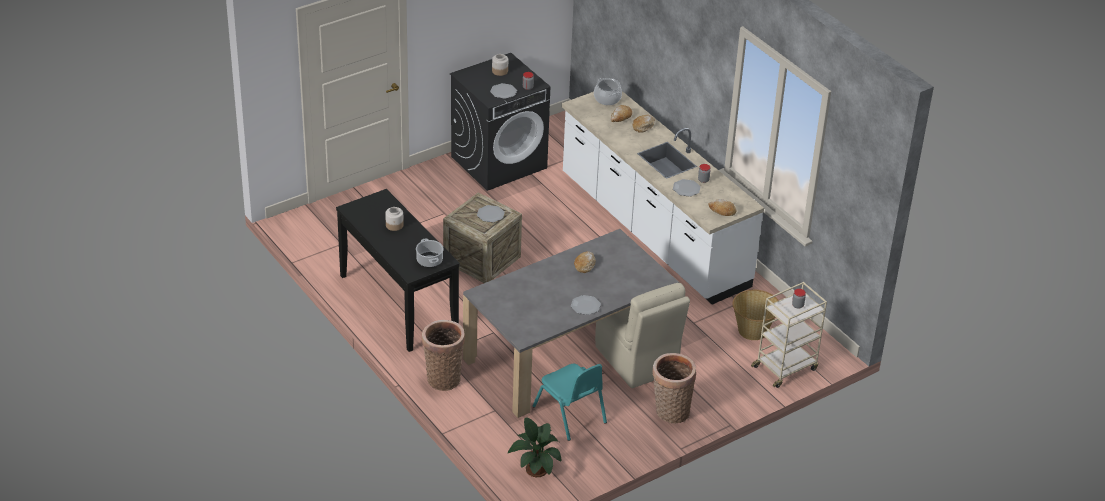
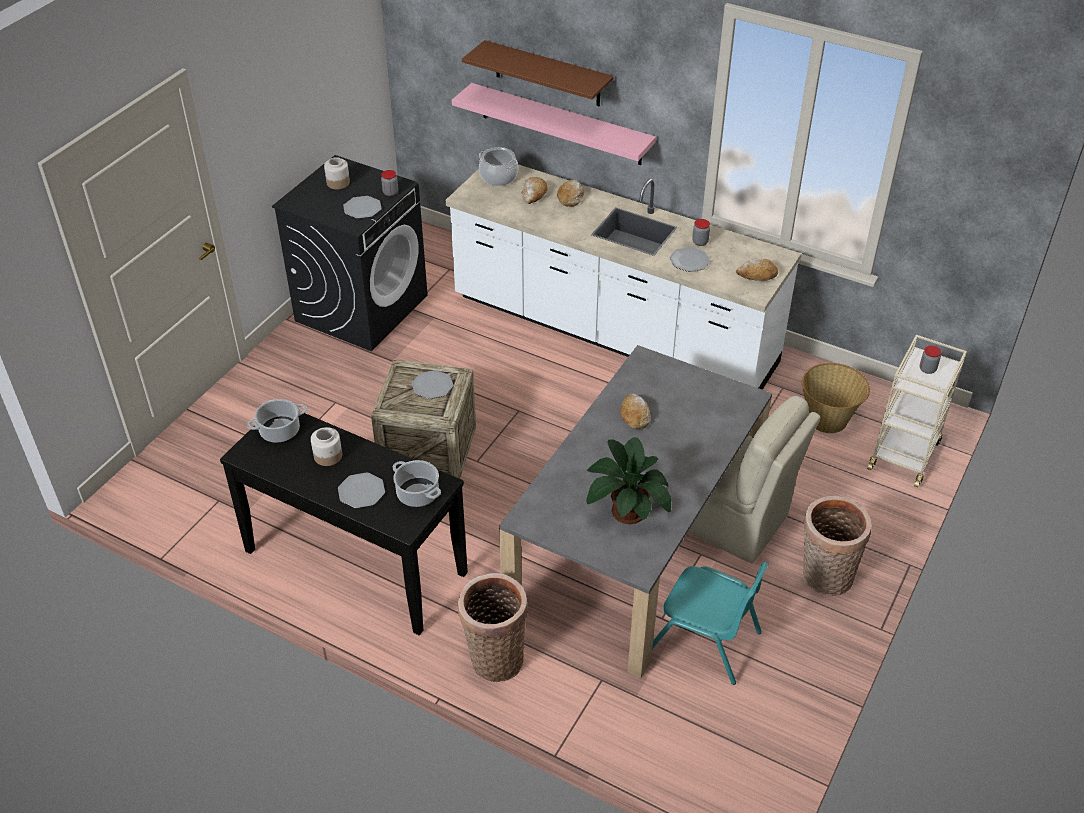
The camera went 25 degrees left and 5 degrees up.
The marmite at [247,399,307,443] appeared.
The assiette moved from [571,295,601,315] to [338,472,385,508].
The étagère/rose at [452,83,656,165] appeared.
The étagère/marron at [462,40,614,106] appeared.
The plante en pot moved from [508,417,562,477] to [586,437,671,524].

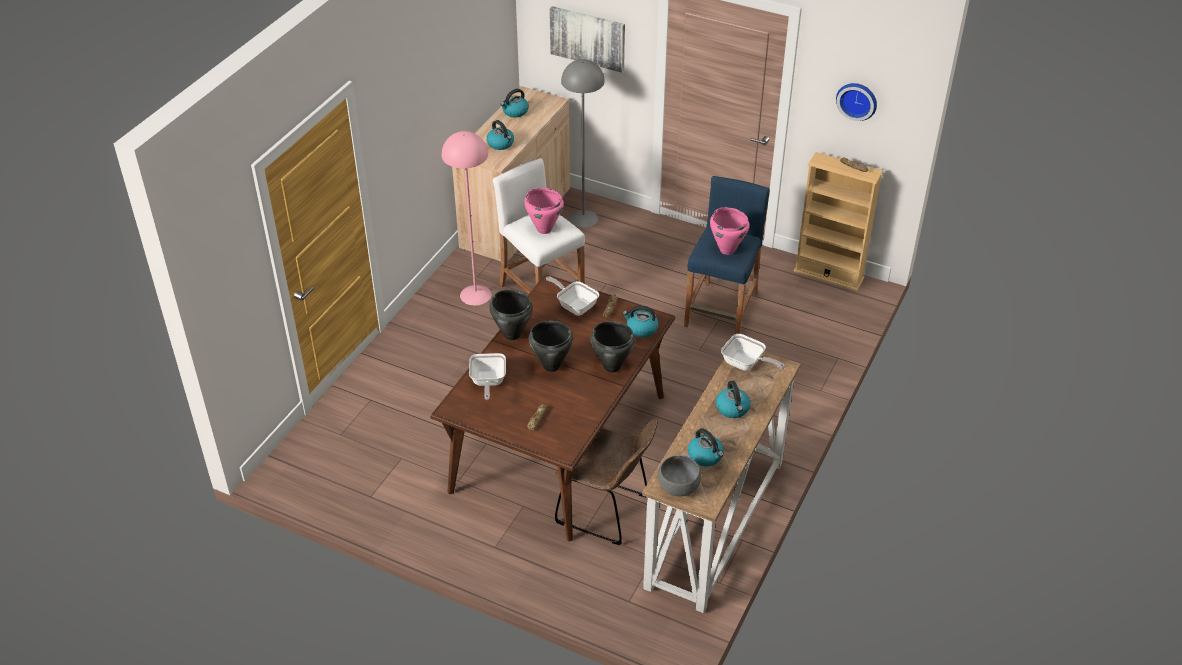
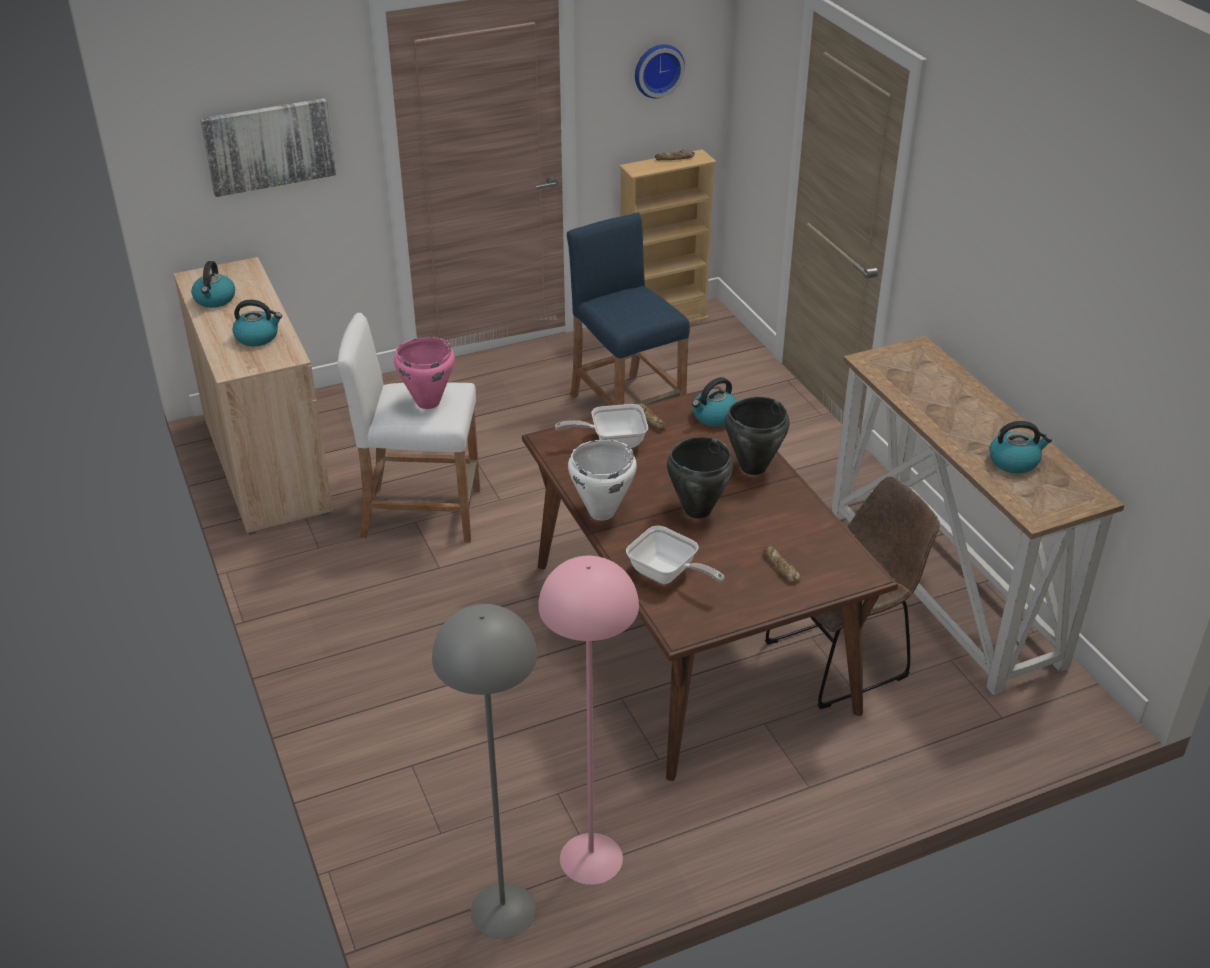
The camera went 50 degrees left and 5 degrees down.
The lampadaire/gris moved from [561,59,605,228] to [432,604,537,939].
The lampadaire/rose moved from [442,131,492,306] to [538,556,639,885].
The marmite/noir at [489,290,533,340] became the marmite/blanc at [568,439,637,520].
The bol/gris at [658,455,701,496] disappeared.
The marmite/rose at [710,207,750,255] disappeared.
The bouilloire at [716,381,751,418] disappeared.
The poêle at [721,334,785,371] disappeared.

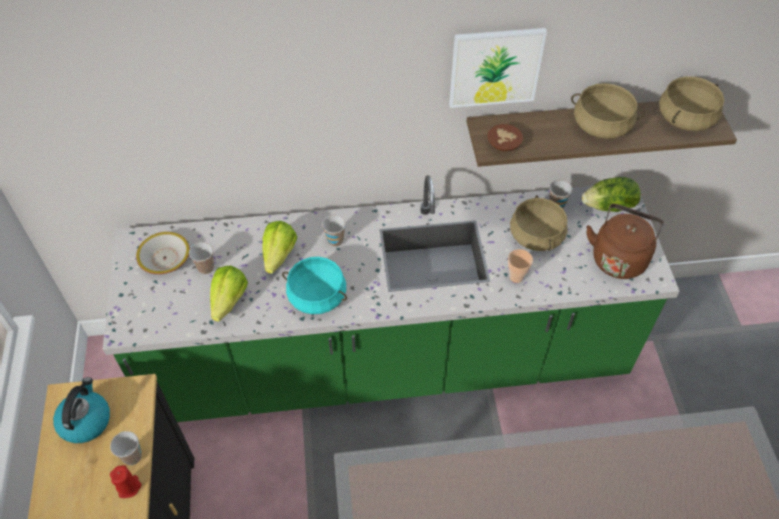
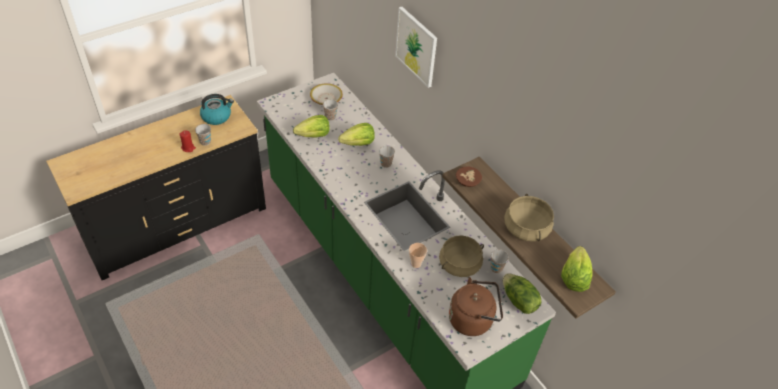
The camera went 60 degrees right and 5 degrees down.
The tableau moved from [449,28,547,108] to [395,7,437,88].
The marmite/beige at [659,76,725,131] was replaced by the laitue at [561,246,593,292].
The marmite/turquoise at [282,257,347,314] disappeared.

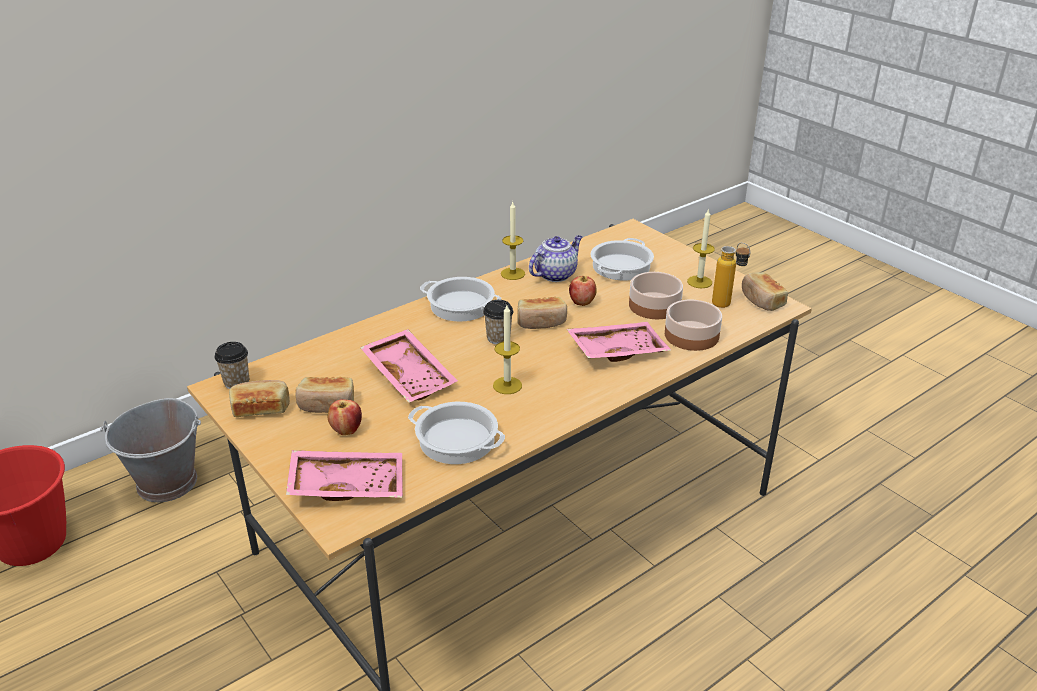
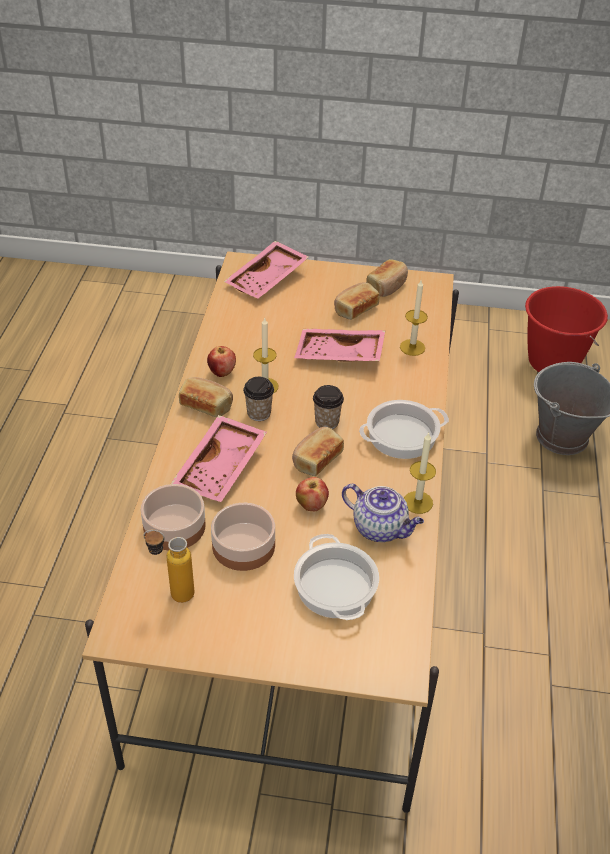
The camera went 135 degrees right and 10 degrees up.
The pain moved from [742,272,788,311] to [179,377,233,418].
The pomme moved from [328,399,362,435] to [207,346,236,377].
The tasse moved from [215,342,249,389] to [243,377,274,421].
The théière at [529,235,582,282] turned 60 degrees counterclockwise.
The bougie moved from [687,209,715,288] to [400,280,428,356].
The marmite at [408,402,505,464] disappeared.

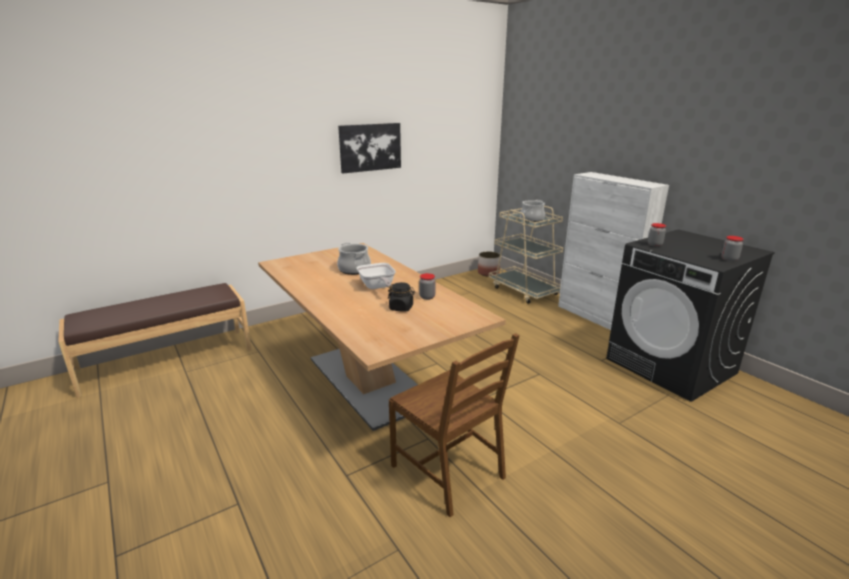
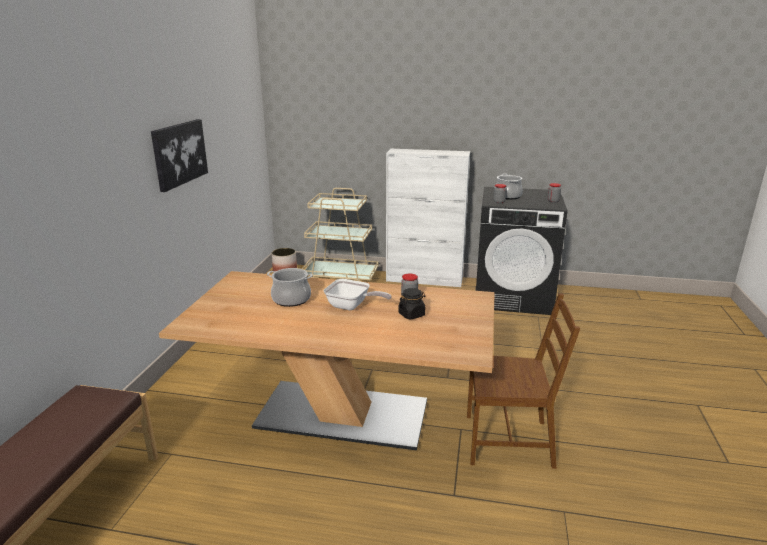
The camera went 45 degrees left and 0 degrees up.
The marmite moved from [520,200,545,222] to [497,174,523,200].

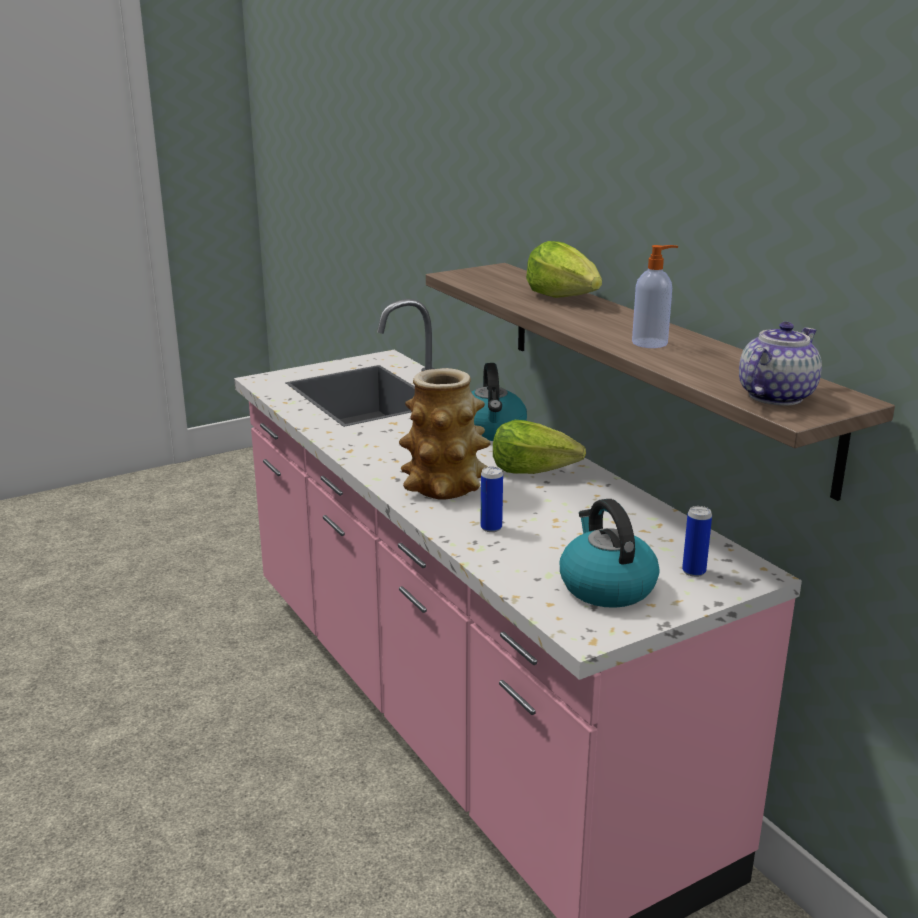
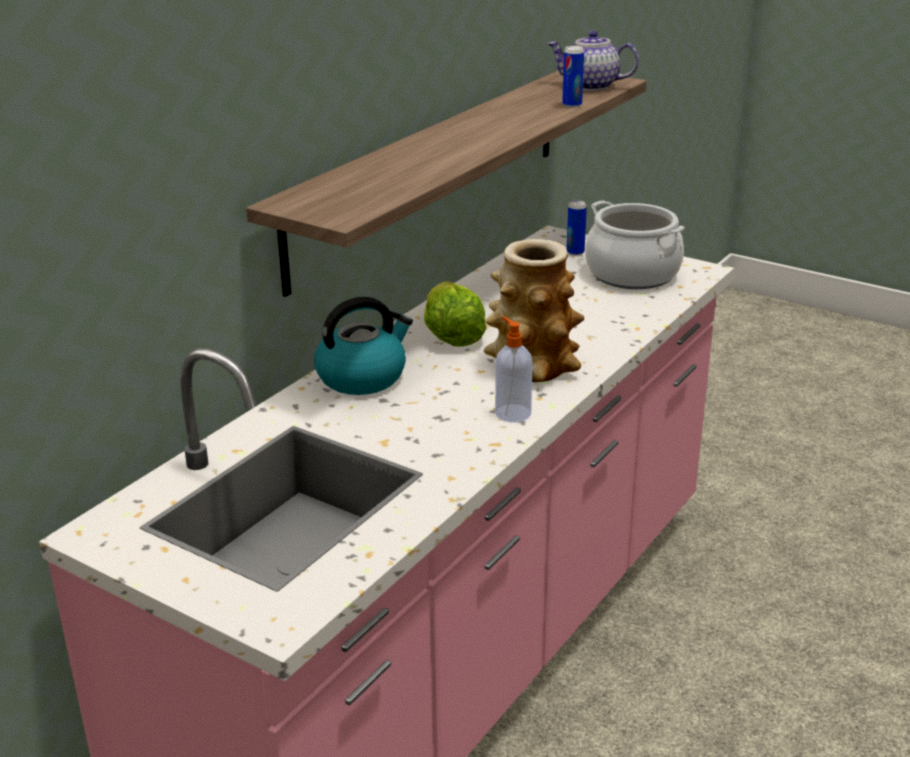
The camera went 115 degrees left and 5 degrees up.
The distributeur de savon moved from [632,245,678,348] to [495,316,533,422].
The boîte métallique moved from [480,467,503,532] to [562,46,584,108].
The bouilloire at [560,499,659,608] was replaced by the marmite at [585,200,685,289].
The laitue at [526,241,602,298] disappeared.

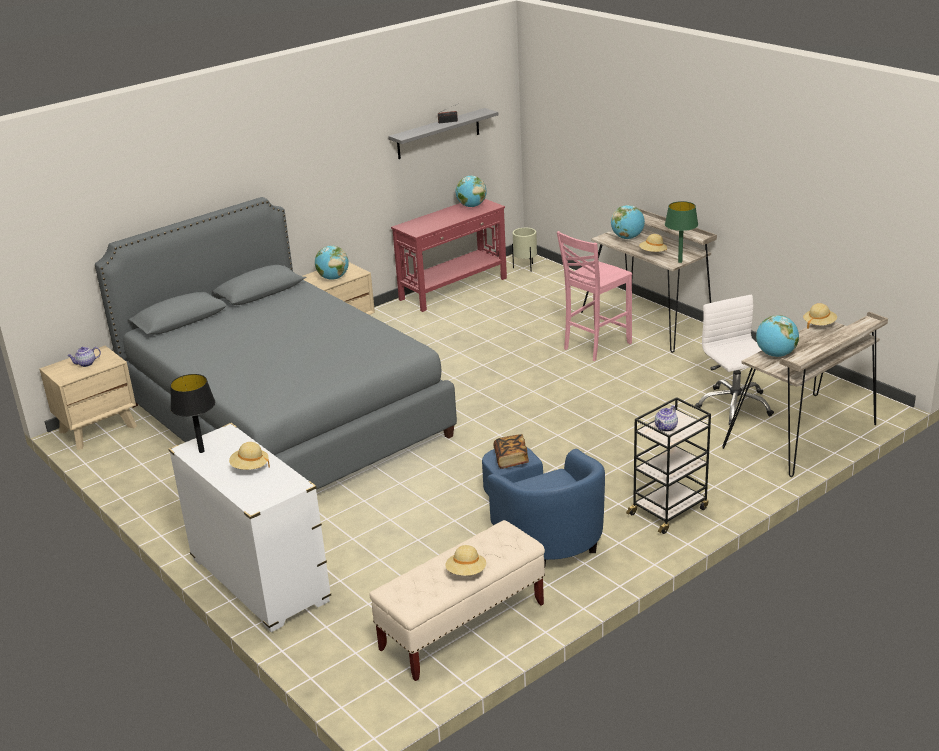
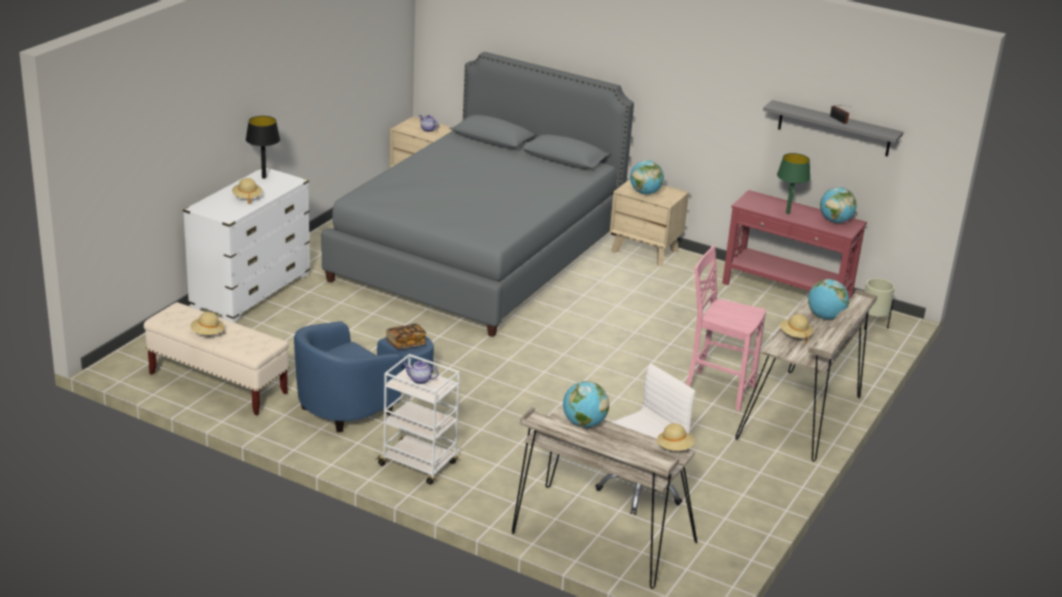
The camera went 65 degrees right and 0 degrees up.
The chariot/noir at [626,397,711,534] became the chariot/blanc at [376,354,460,485].
The lampe de table/vert moved from [665,201,698,263] to [777,153,810,214].

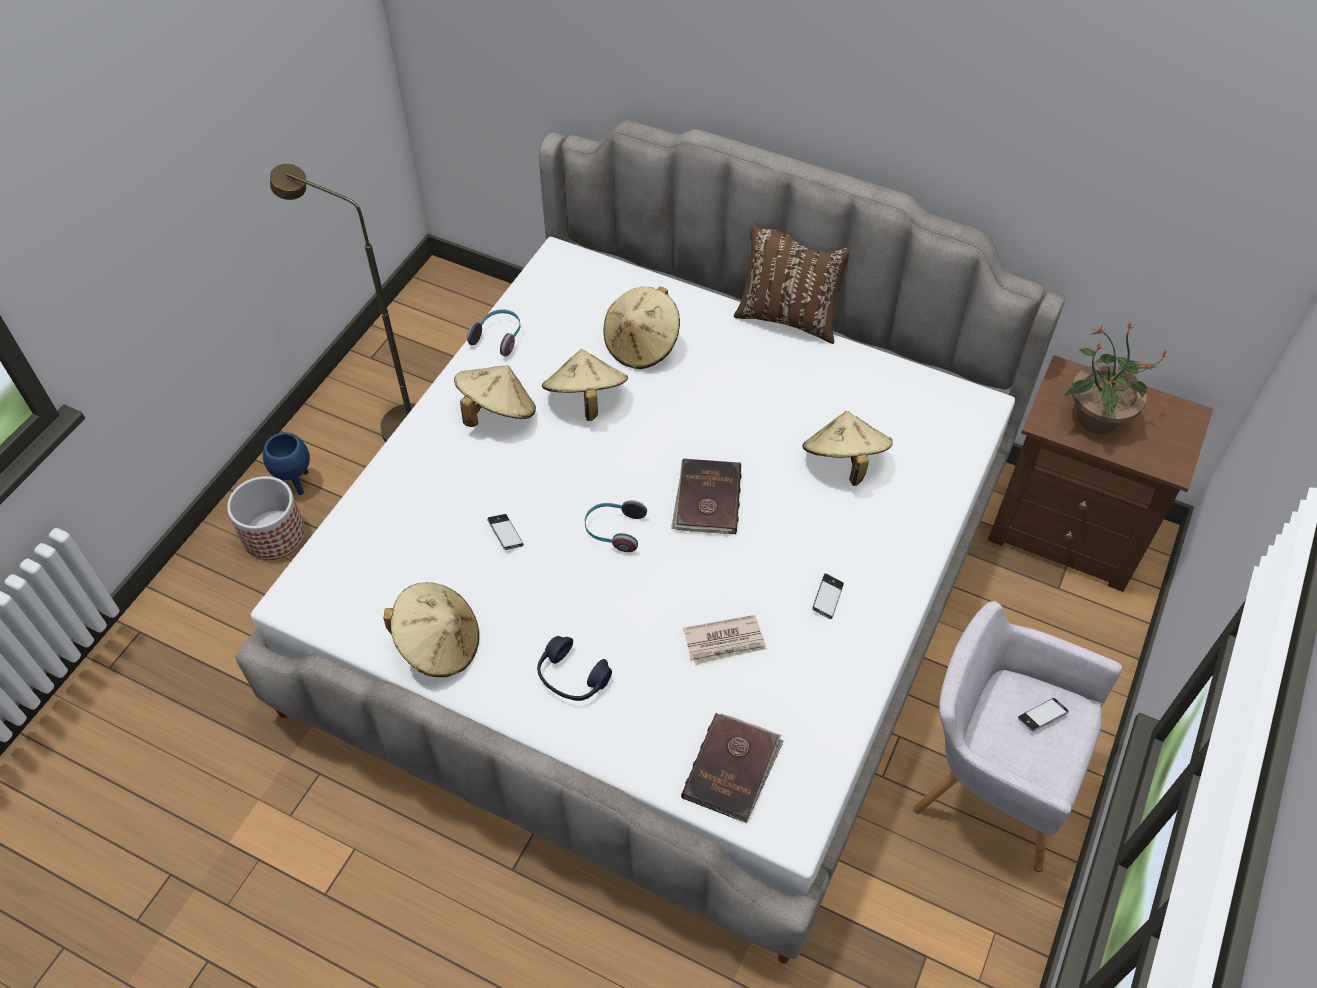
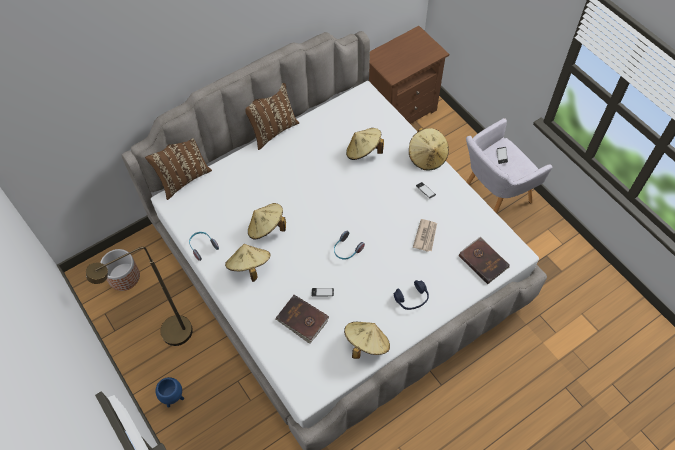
The camera went 60 degrees left and 5 degrees up.
The cache-pot moved from [227,476,305,560] to [100,249,140,291].
The coussin/marron at [145,138,212,200] appeared.
The livre/marron moved from [671,459,742,534] to [276,295,329,344].
The chapeau/beige moved from [603,286,680,369] to [409,128,449,170].
The plante en pot at [1064,320,1170,434] disappeared.

